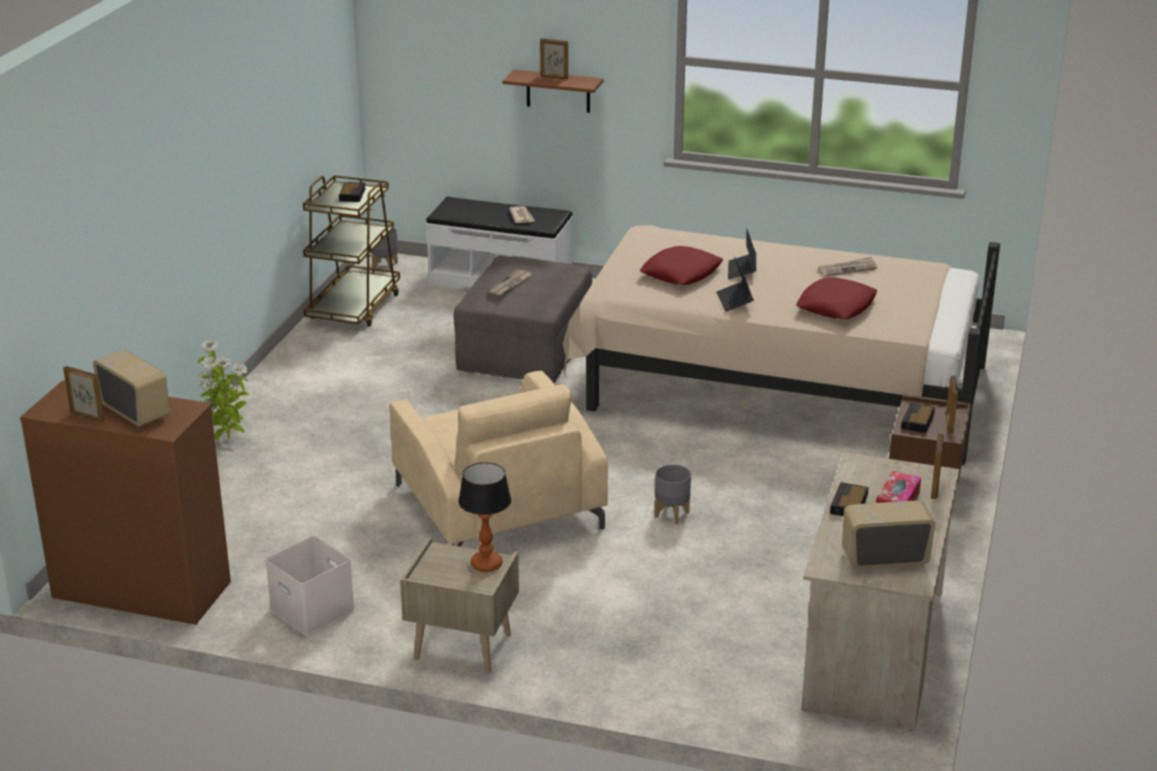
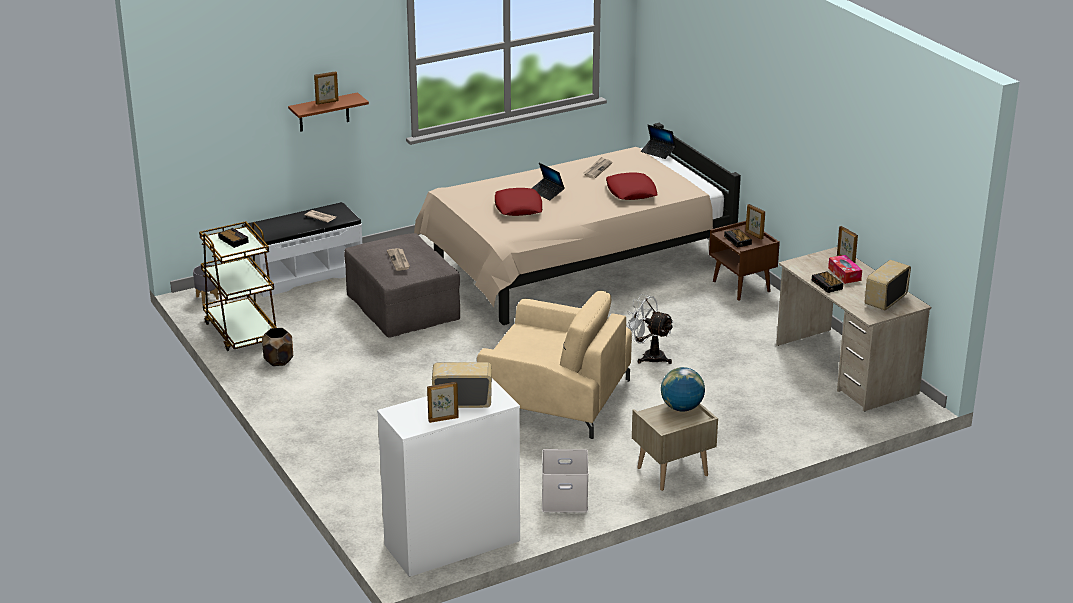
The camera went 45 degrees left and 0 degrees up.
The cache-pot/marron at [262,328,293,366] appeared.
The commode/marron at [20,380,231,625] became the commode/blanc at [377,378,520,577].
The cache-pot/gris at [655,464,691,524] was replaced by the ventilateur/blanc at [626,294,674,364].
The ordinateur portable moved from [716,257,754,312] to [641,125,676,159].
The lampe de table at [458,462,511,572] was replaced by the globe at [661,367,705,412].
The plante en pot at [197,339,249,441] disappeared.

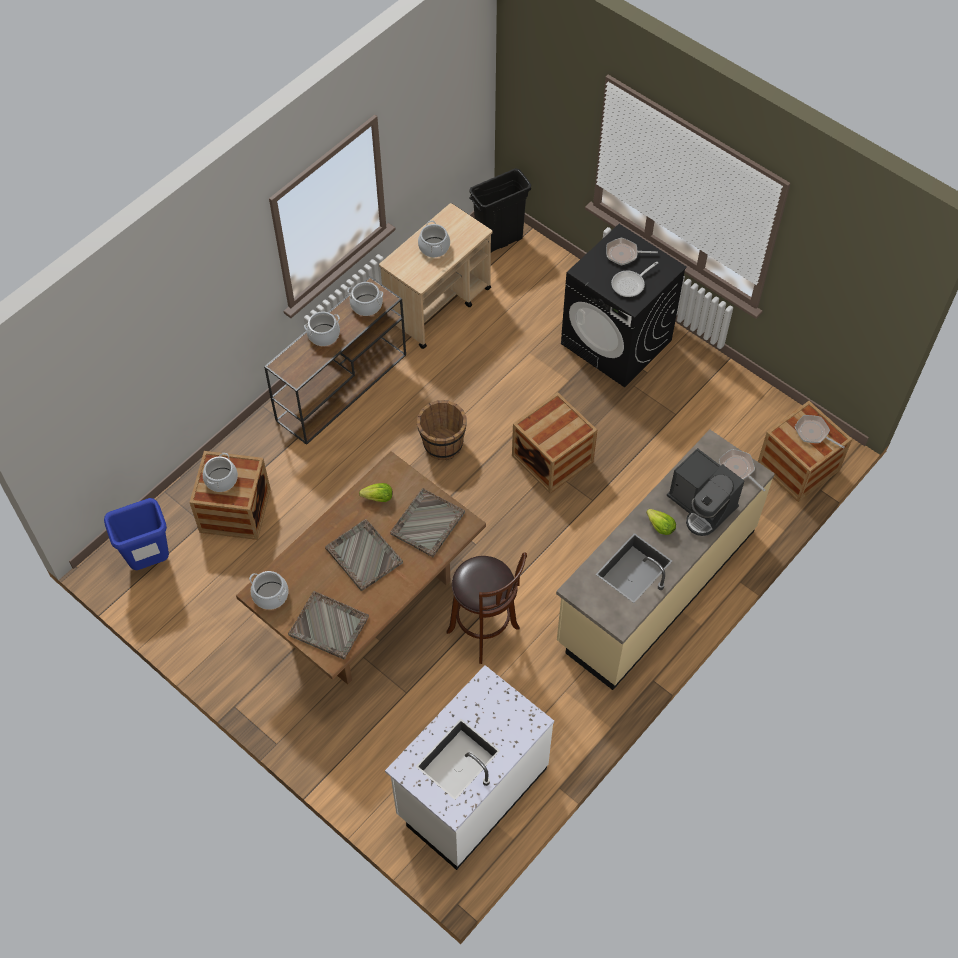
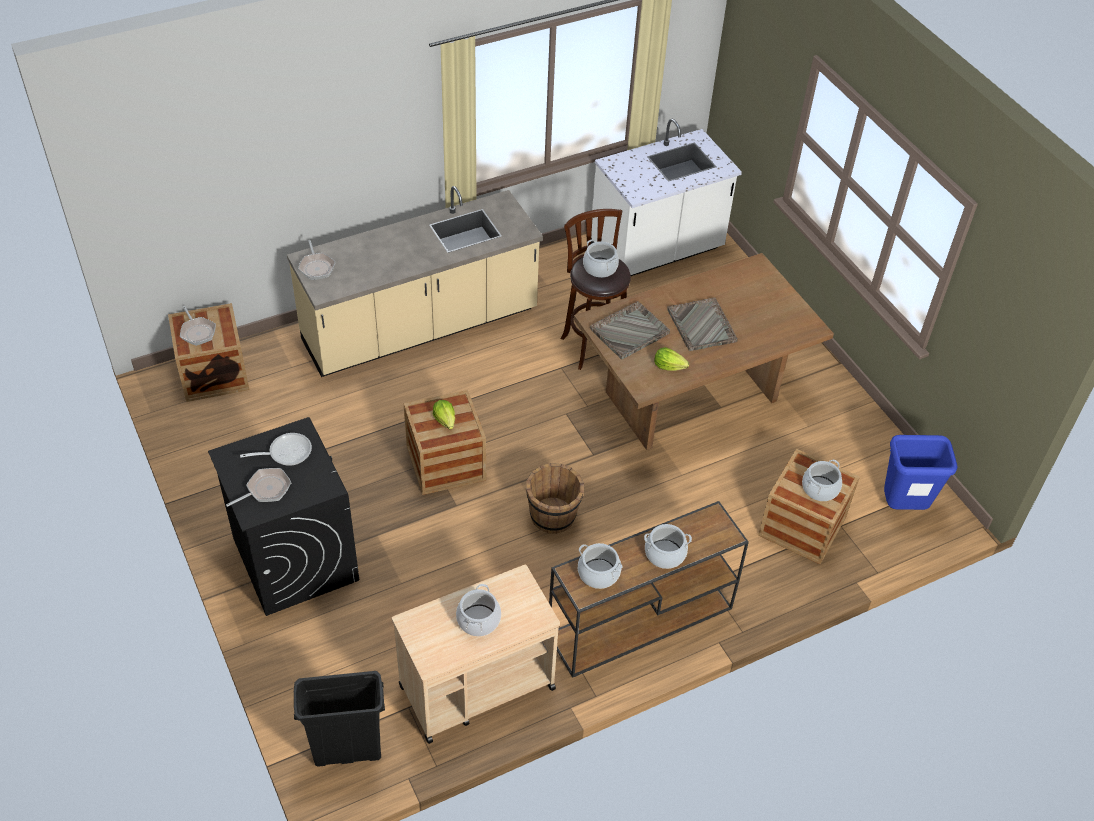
The camera went 160 degrees left and 10 degrees down.
The poêle at [606,238,658,266] turned 60 degrees counterclockwise.
The laitue moved from [646,509,676,535] to [433,400,455,430].
The marmite moved from [249,571,289,610] to [583,240,619,278].
The plateau/gris at [288,591,369,659] disappeared.
The machine à café at [667,448,744,536] disappeared.

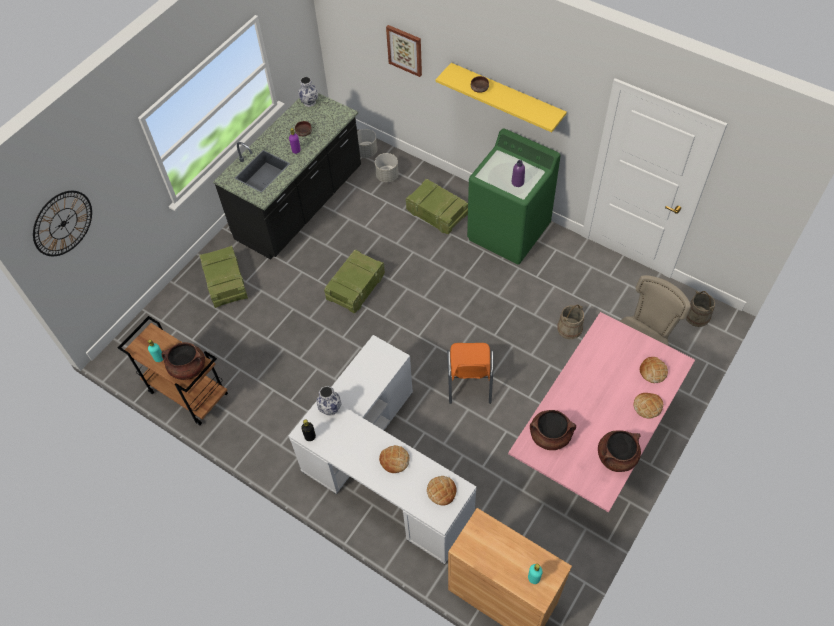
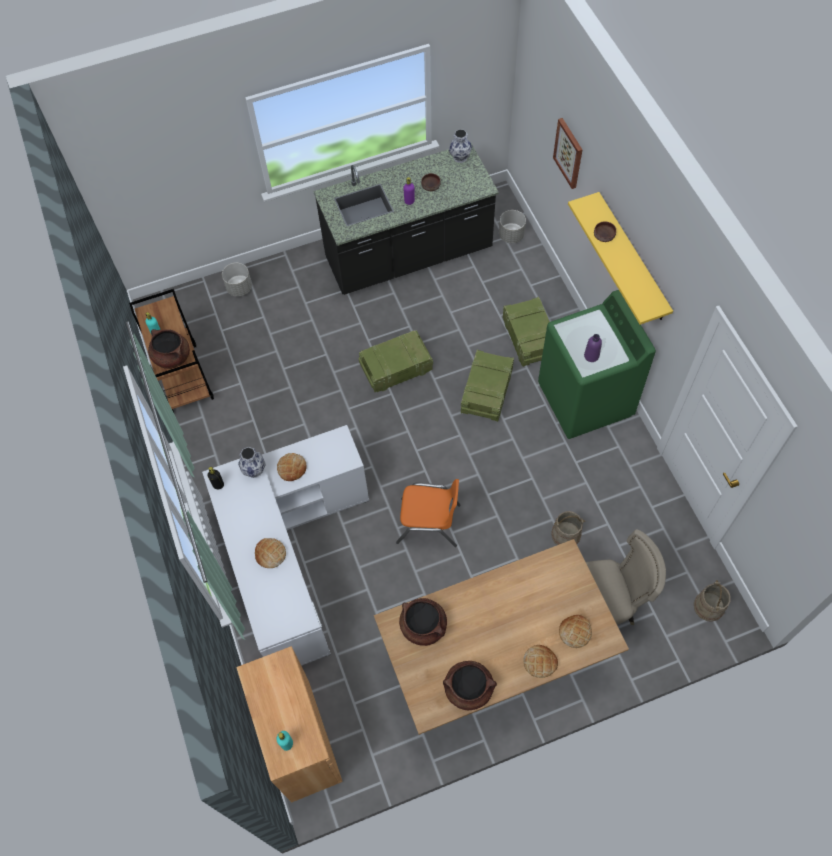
The camera went 35 degrees right and 5 degrees up.
The cache-pot/gris moved from [375,153,399,182] to [222,263,252,297].
The pain moved from [427,476,457,506] to [277,453,306,481].
The table à manger/rose at [508,312,695,512] became the table à manger/marron at [374,539,629,735].
The chaise/orange at [447,343,493,404] turned 120 degrees counterclockwise.
The caisse moved from [200,245,248,308] to [461,350,514,422].
The horloge murale at [33,191,92,256] disappeared.

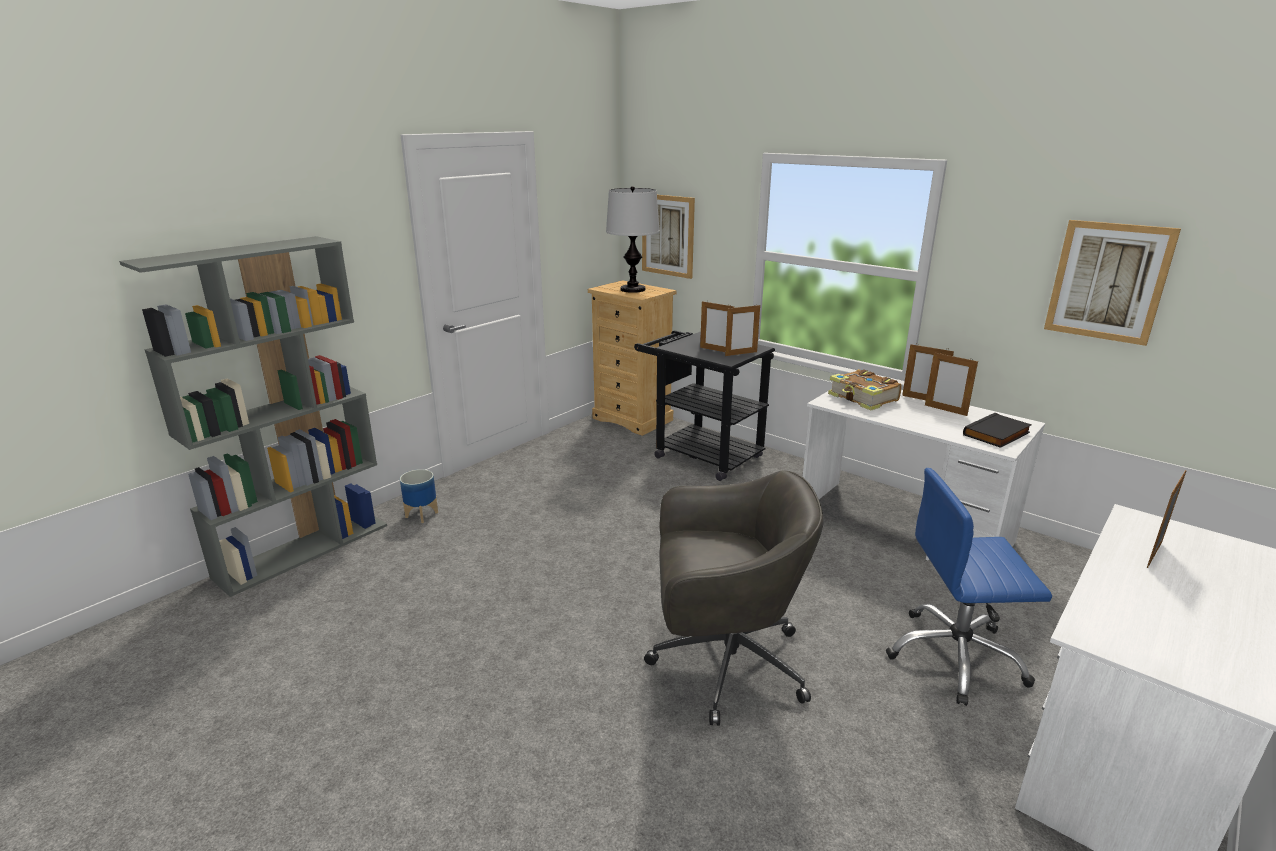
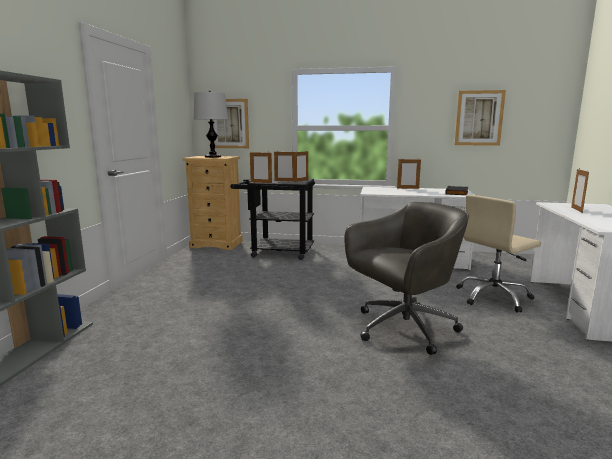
The camera went 30 degrees left and 10 degrees down.
The cadre photo moved from [925,352,978,416] to [250,152,272,183].
The chaise de bureau/bleu at [886,468,1052,706] became the chaise de bureau/beige at [456,194,541,312].
The cache-pot at [400,469,438,523] disappeared.
The livre at [828,369,902,410] disappeared.

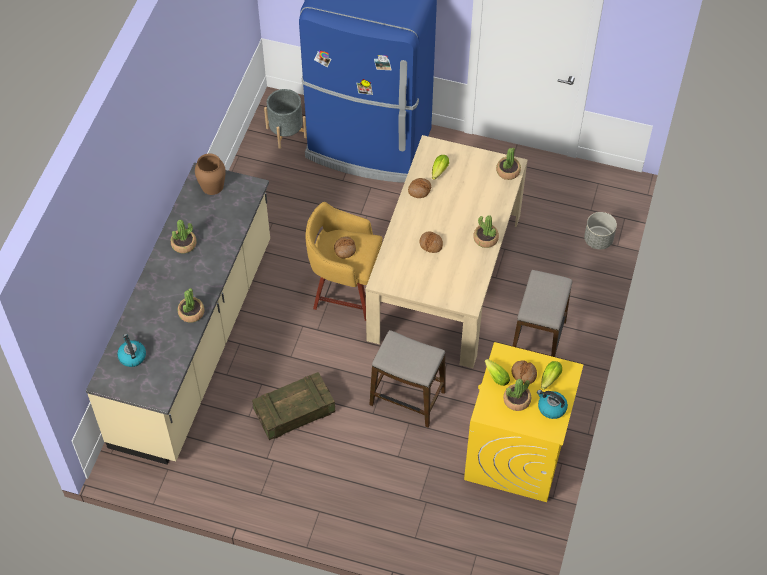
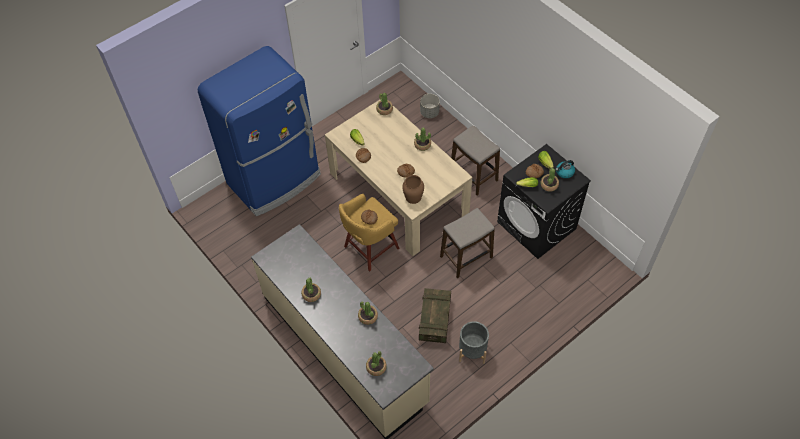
The camera went 55 degrees left and 0 degrees up.
The bouilloire at [117,334,146,367] was replaced by the plante en pot at [366,351,387,376].
The vase/marron moved from [195,153,226,195] to [402,175,424,204].
The cache-pot/gris moved from [264,89,307,149] to [459,321,489,364].
The lave-linge/jaune at [464,342,584,502] became the lave-linge/noir at [497,144,591,259].

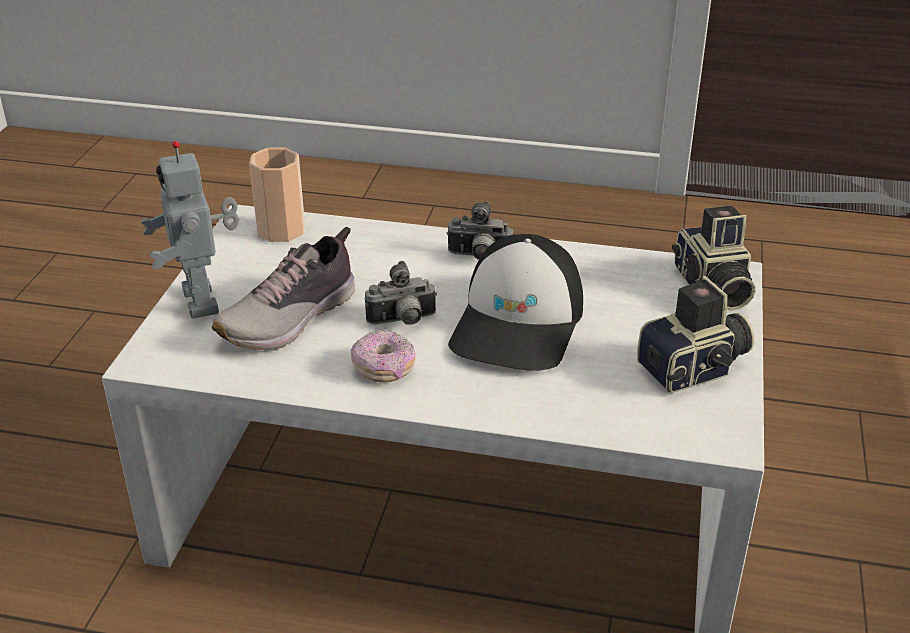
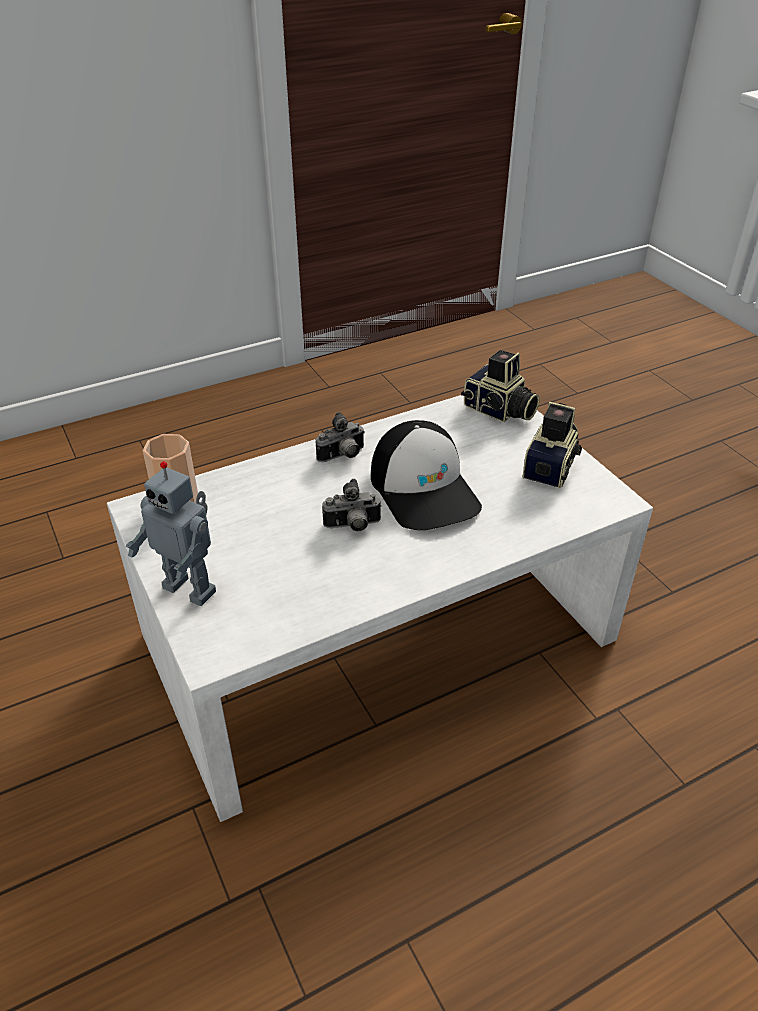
The camera went 40 degrees left and 5 degrees up.
The appareil photo at [365,261,437,325] turned 45 degrees clockwise.
The chaussure at [212,227,355,350] disappeared.
The beignet at [351,329,416,383] disappeared.

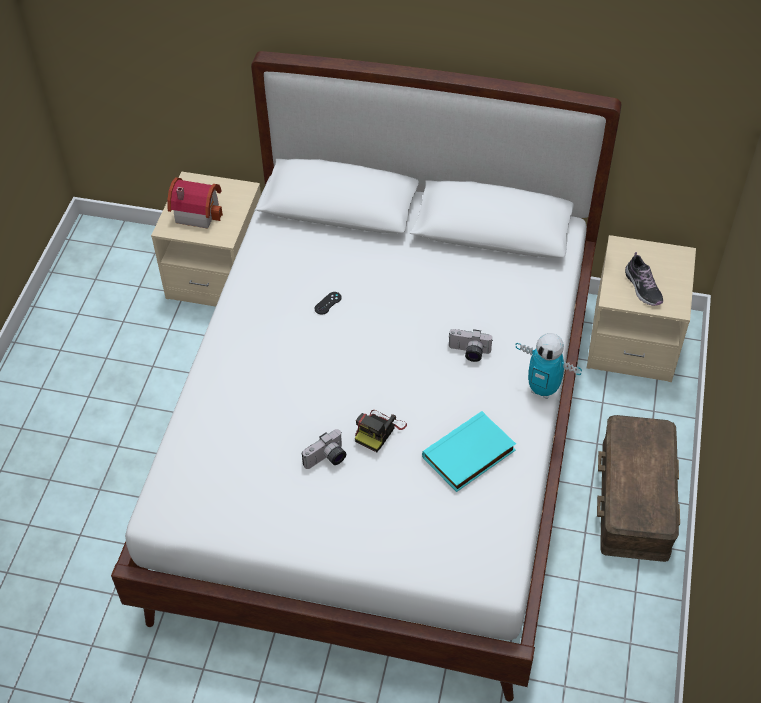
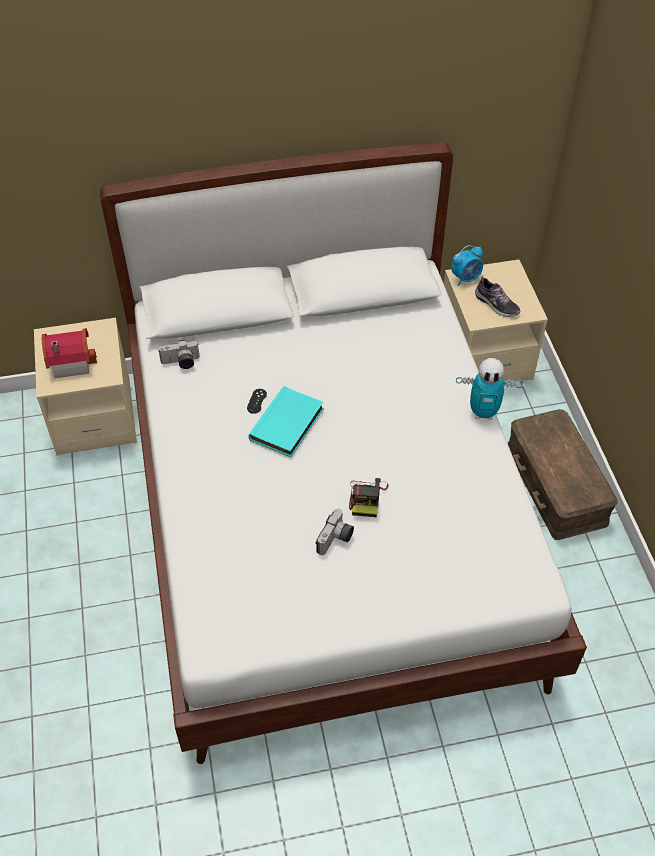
The camera went 25 degrees left and 0 degrees up.
The appareil photo moved from [448,329,492,362] to [158,340,200,369].
The livre/turquoise moved from [422,411,516,492] to [249,386,324,457].
The réveil at [451,245,483,286] appeared.

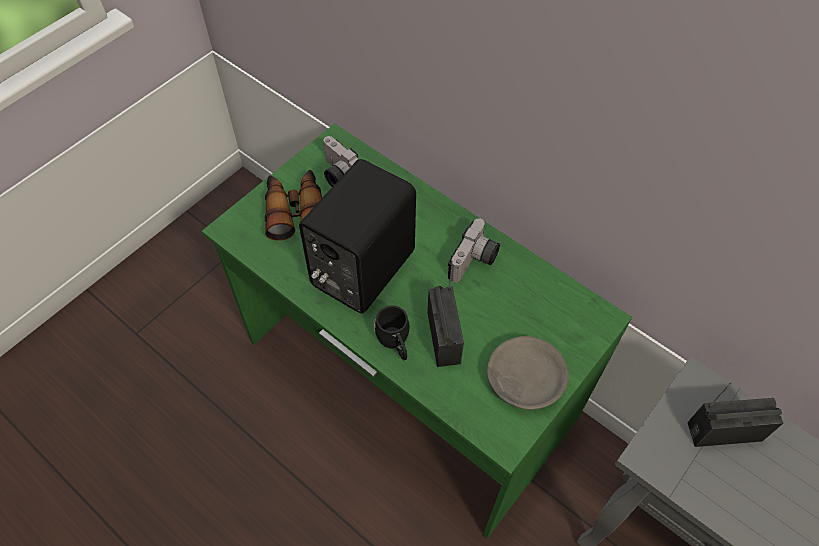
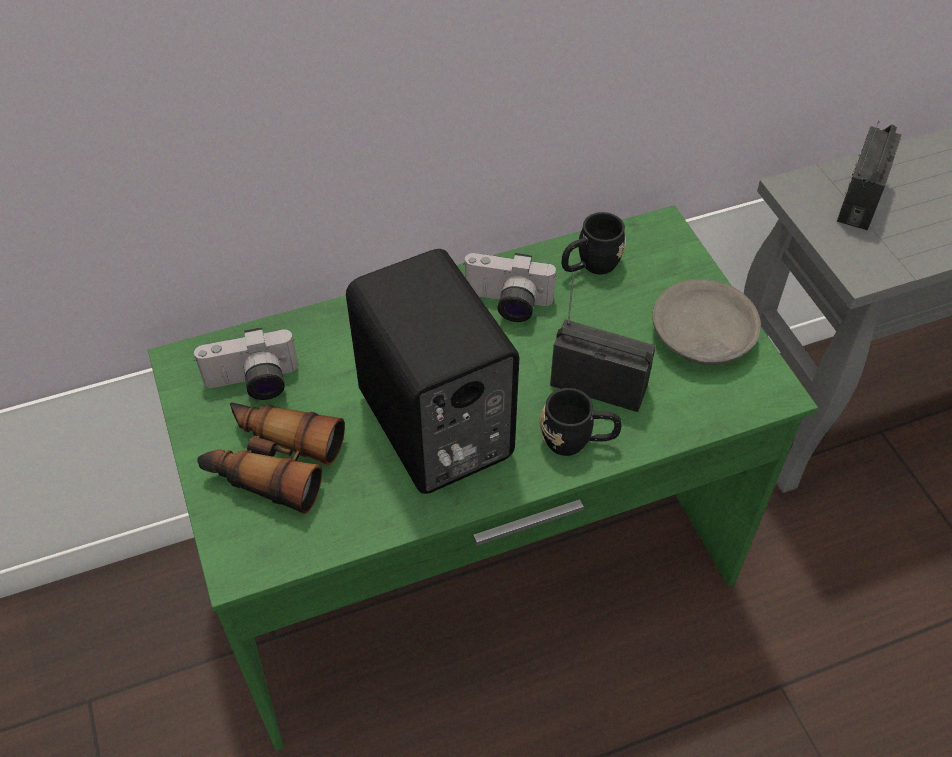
The camera went 60 degrees left and 5 degrees down.
The appareil photo at [448,218,500,283] turned 135 degrees clockwise.
The mug/noir at [562,212,626,275] appeared.

